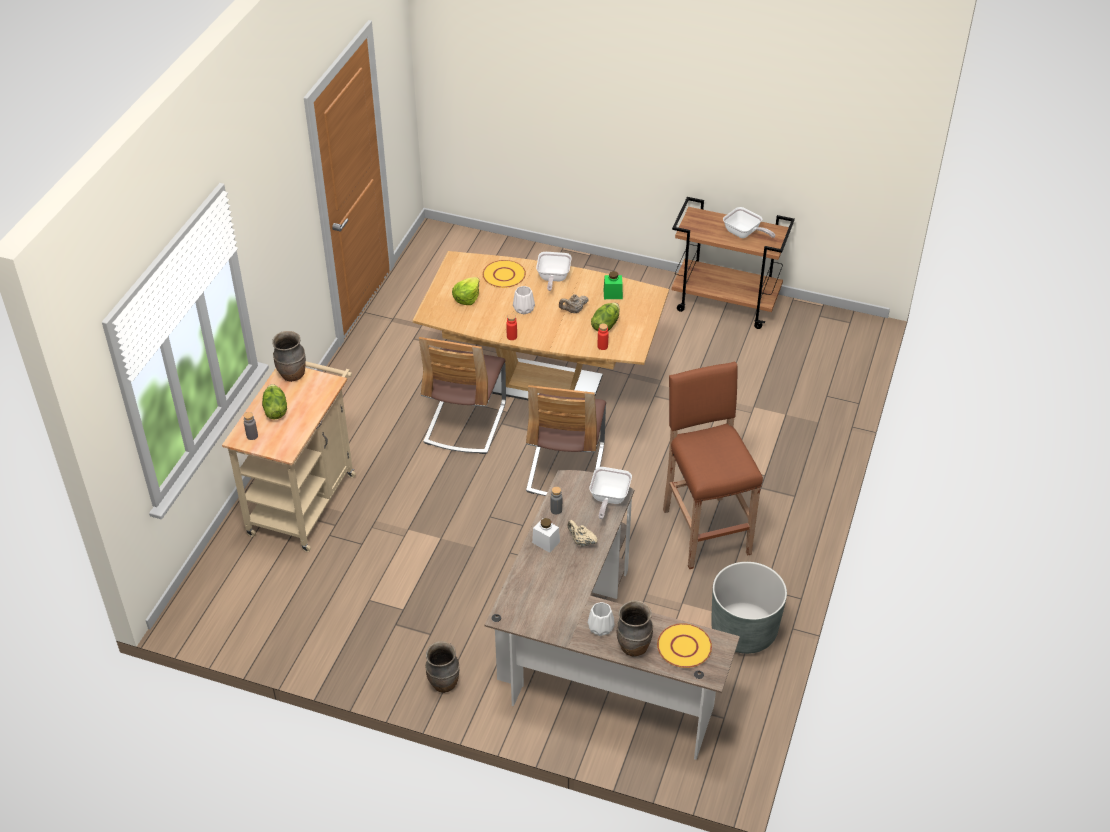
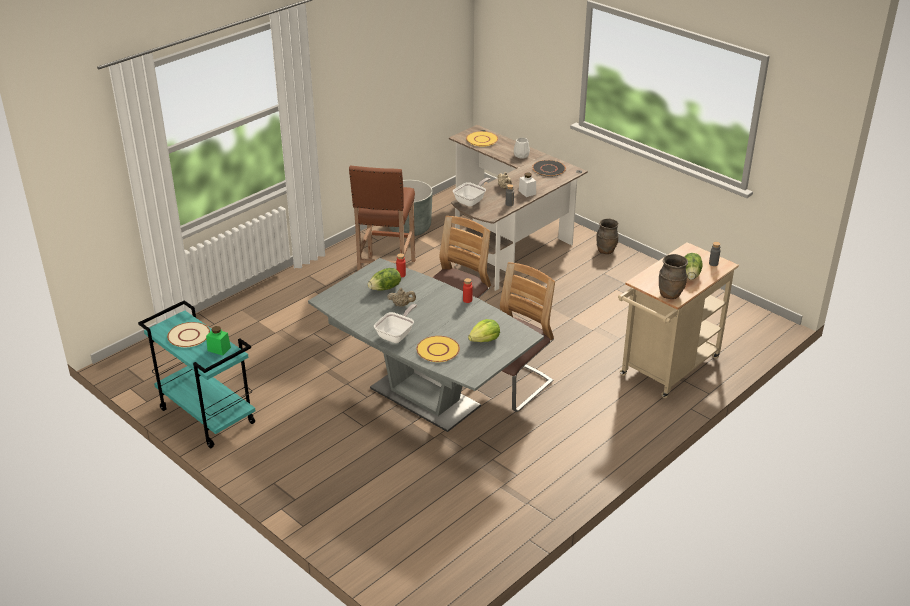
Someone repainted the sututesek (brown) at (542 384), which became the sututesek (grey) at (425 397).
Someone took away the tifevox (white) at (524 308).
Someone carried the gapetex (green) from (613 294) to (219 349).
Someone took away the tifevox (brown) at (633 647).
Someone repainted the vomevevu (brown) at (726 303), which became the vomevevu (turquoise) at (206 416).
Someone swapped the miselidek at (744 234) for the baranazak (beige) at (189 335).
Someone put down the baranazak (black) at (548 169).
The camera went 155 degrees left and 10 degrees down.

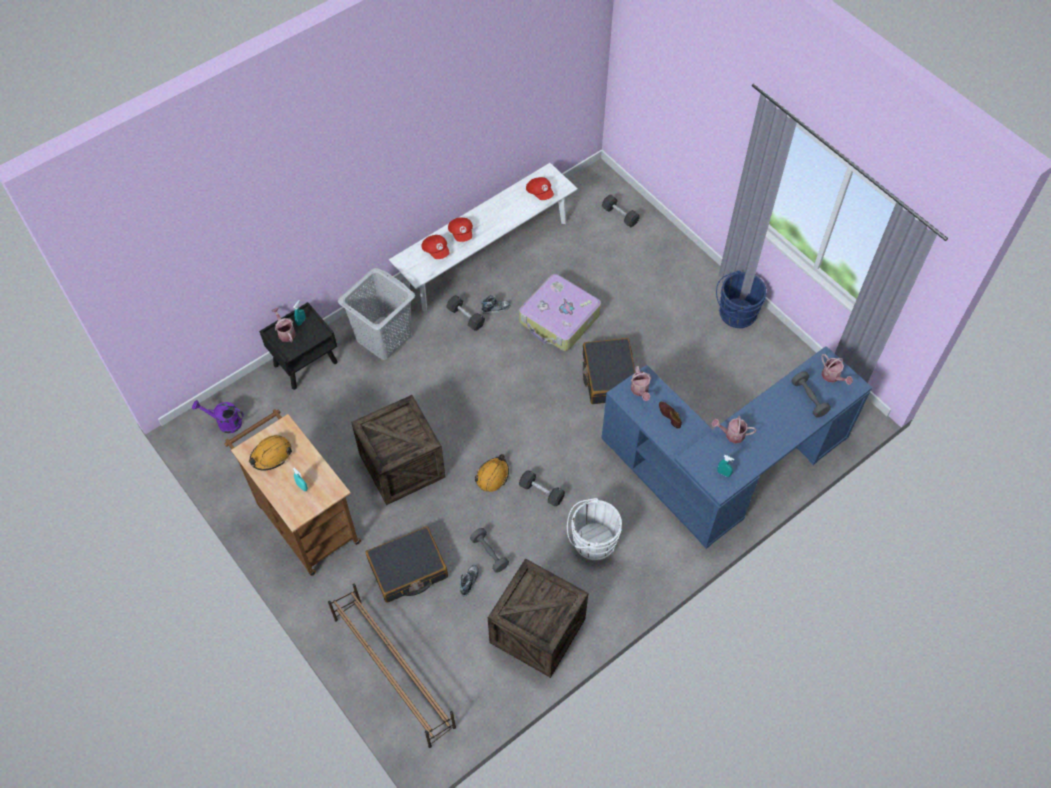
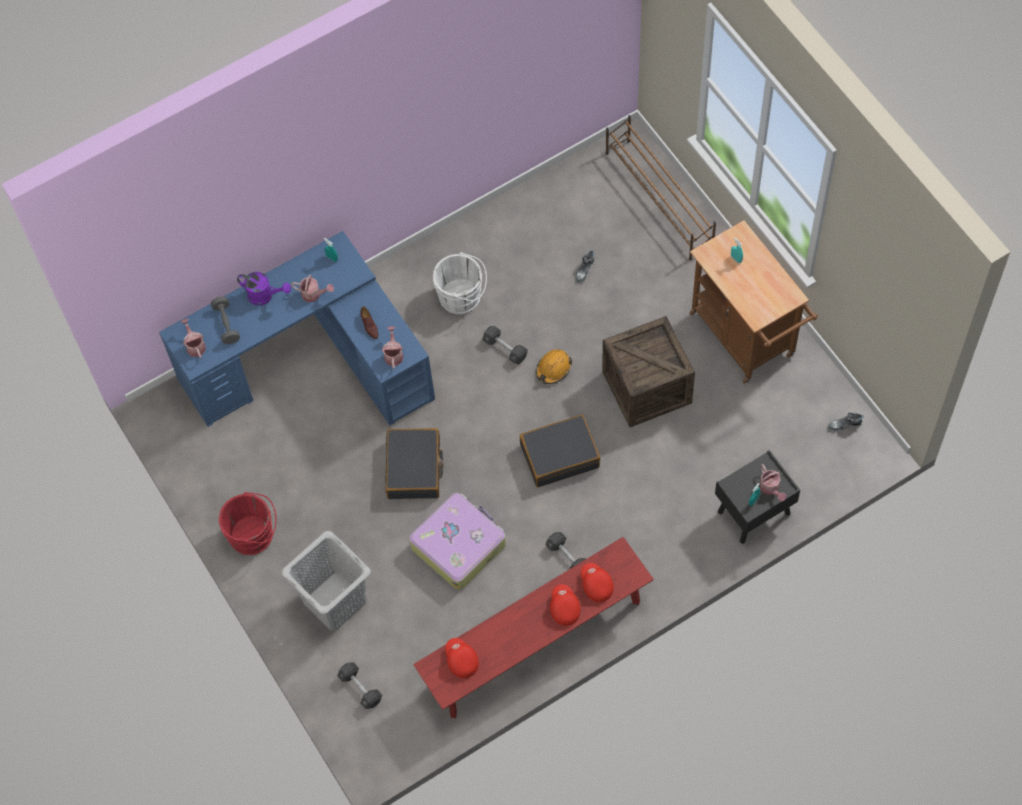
Someone carried the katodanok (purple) from (225 423) to (265 296).
Someone took away the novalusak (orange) at (271 455).
Someone carried the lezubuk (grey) from (384 338) to (334 601).
Someone carried the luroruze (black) from (408 569) to (559 455).
Someone repainted the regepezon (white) at (486 255), which became the regepezon (red) at (535 643).
Someone took away the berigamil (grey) at (489 553).
Someone carried the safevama from (496 308) to (844 425).
Someone took away the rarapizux at (537 630).
Someone repainted the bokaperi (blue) at (735 313), which became the bokaperi (red) at (254 535).
The camera went 170 degrees left and 5 degrees up.

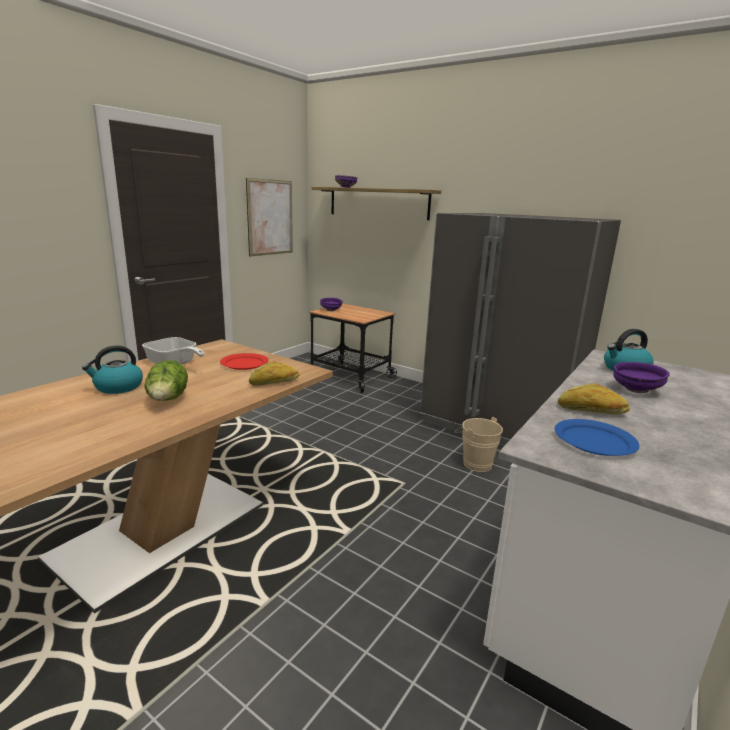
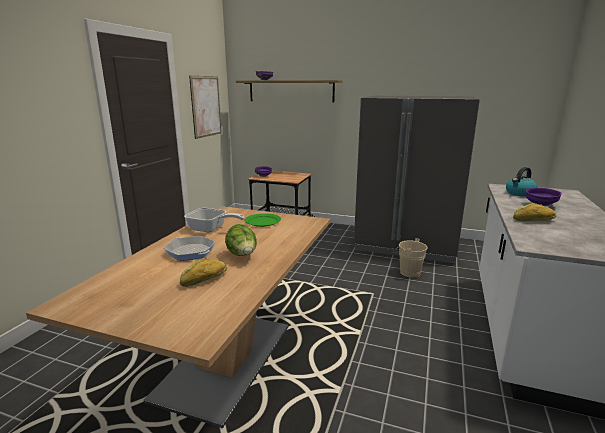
Someone swapped the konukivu at (118 387) for the miselidek at (190 252).
Someone repainted the baranazak (red) at (245 363), which became the baranazak (green) at (263 221).
Someone carried the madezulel from (274 382) to (204 279).
Someone took away the baranazak (blue) at (594 440).
The camera went 15 degrees left and 0 degrees up.

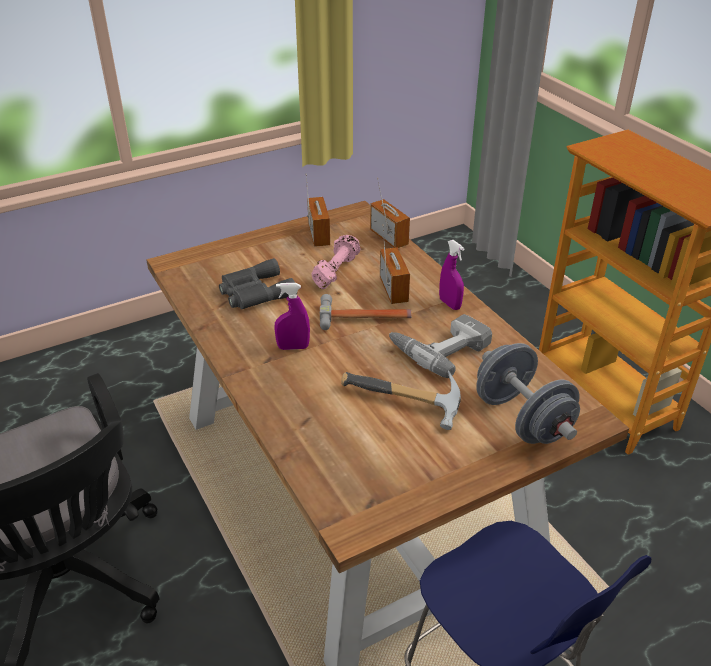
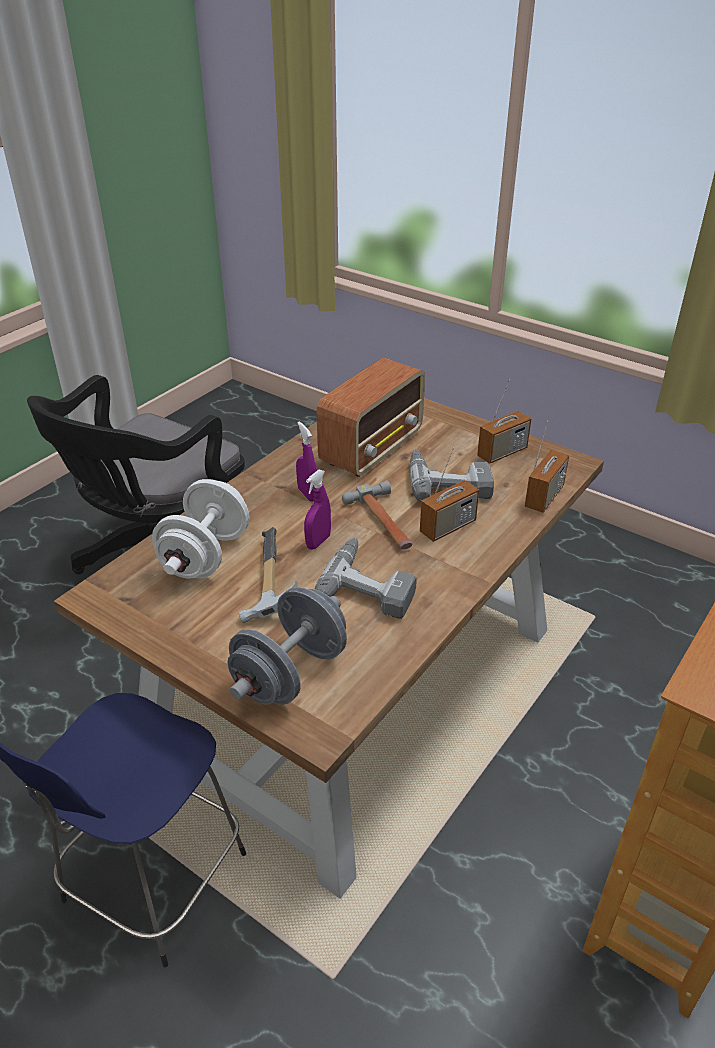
Someone swapped the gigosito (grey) at (254 292) for the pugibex at (373 448).
Someone swapped the berigamil (pink) at (335 271) for the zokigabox at (448 481).
Someone carried the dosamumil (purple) from (450 304) to (318 542).
Someone put down the berigamil (white) at (205 555).
The camera went 65 degrees right and 0 degrees up.

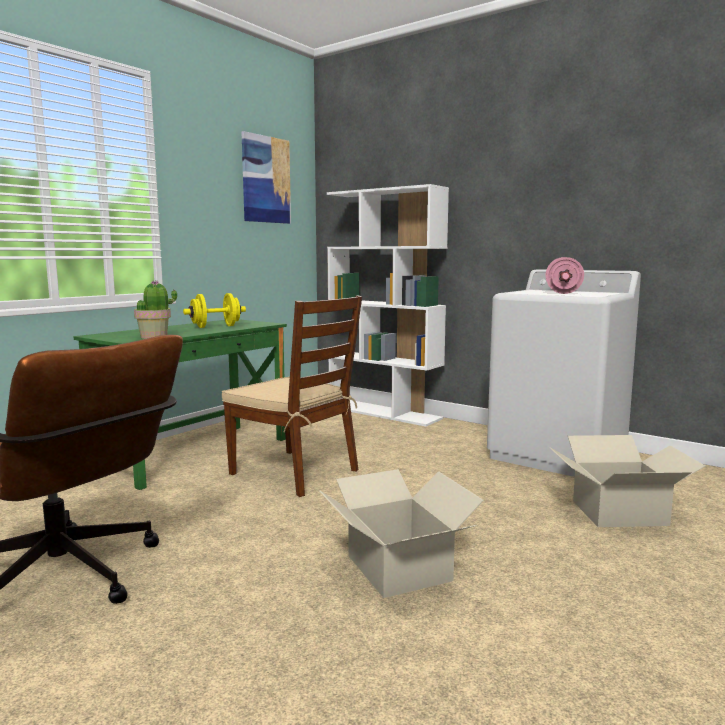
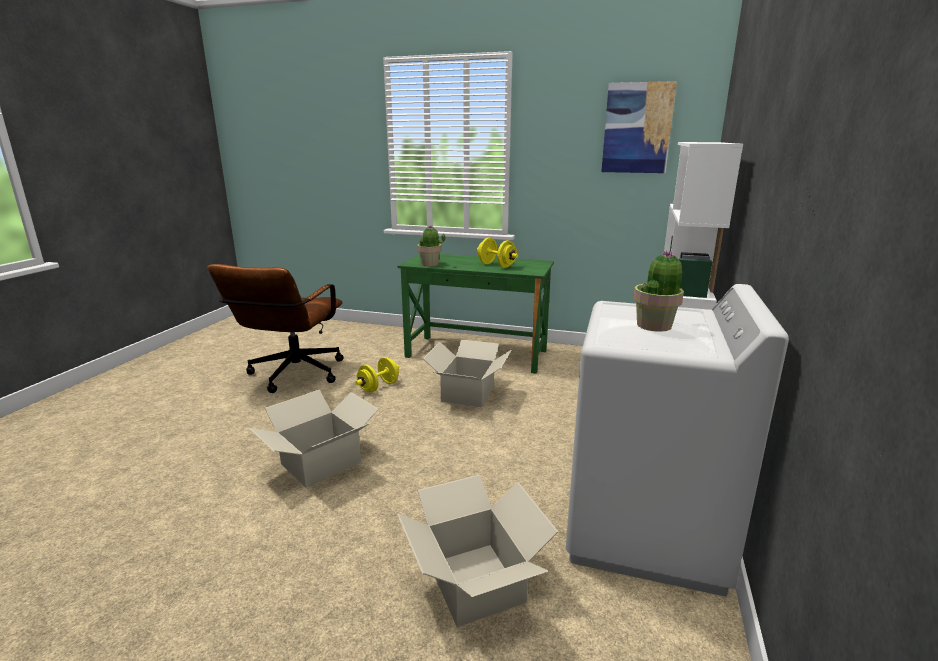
Someone swapped the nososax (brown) at (295 472) for the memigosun at (467 393).
Someone swapped the berigamil (pink) at (563 292) for the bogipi at (655 325).
Someone put down the berigamil (yellow) at (378 387).
The camera went 70 degrees right and 10 degrees up.

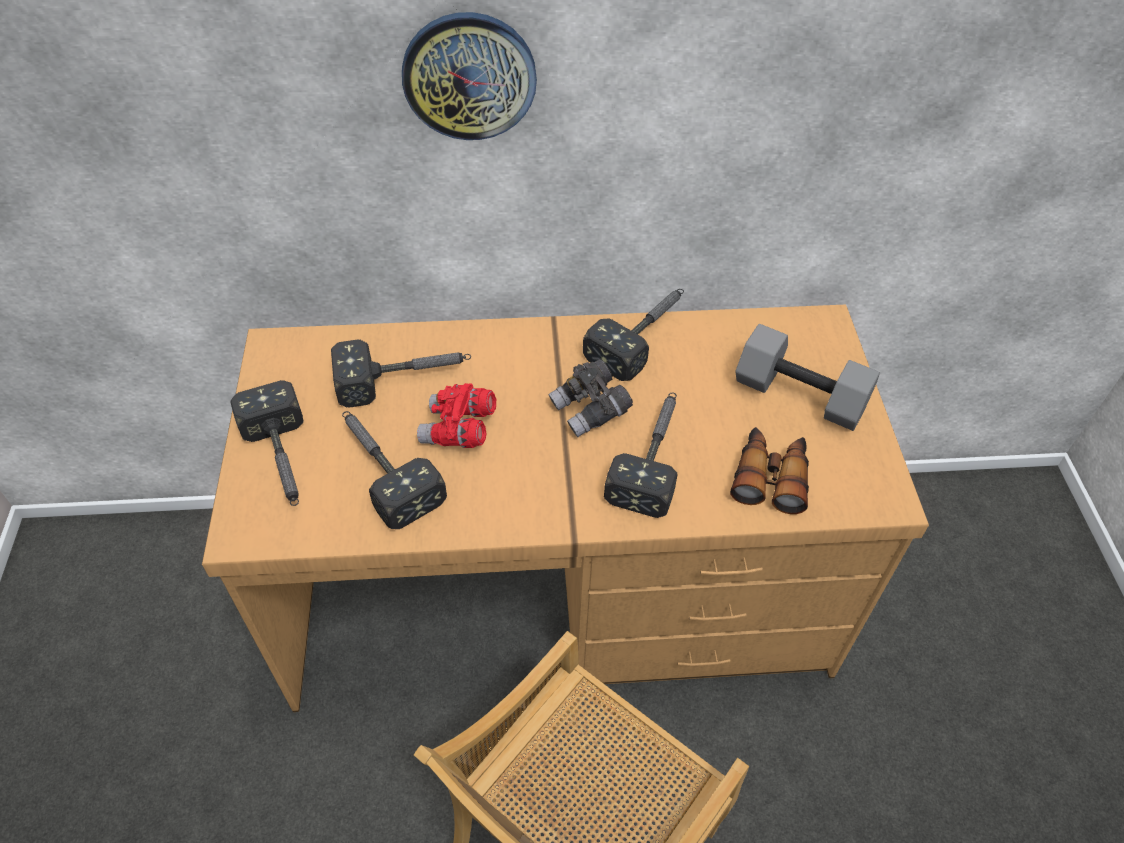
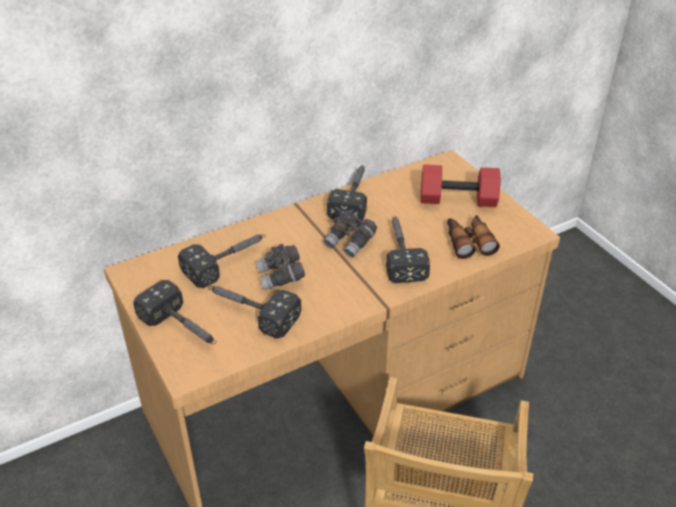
Someone took away the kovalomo at (469 76).
Someone repainted the gigosito (red) at (459 430), which became the gigosito (grey) at (281 277).
Someone repainted the berigamil (grey) at (797 396), which became the berigamil (red) at (457 200).
The camera went 25 degrees left and 10 degrees down.

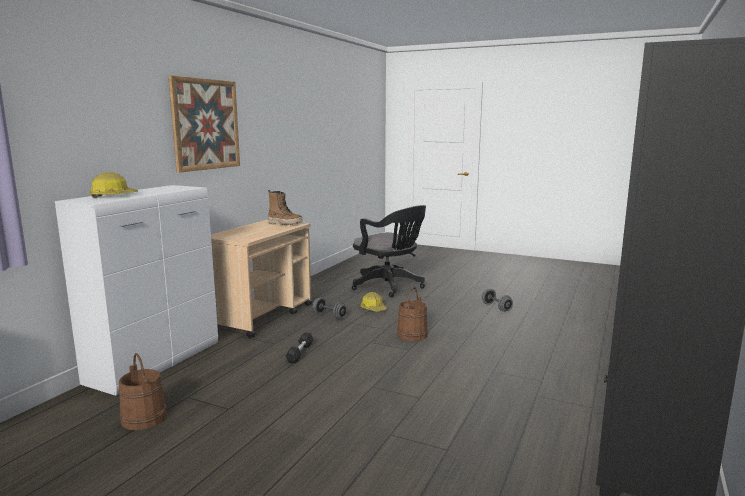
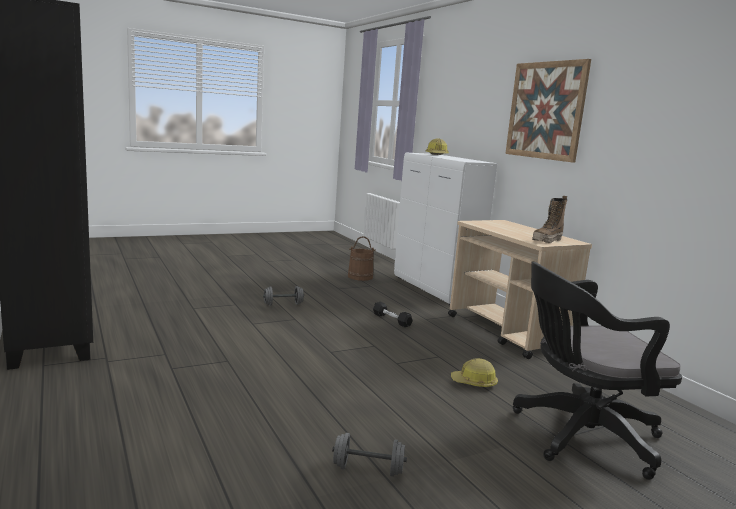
Someone carried the berigamil (grey) from (329 316) to (283 304).
Someone took away the bokaperi (brown) at (412 335).
The camera went 125 degrees right and 0 degrees up.

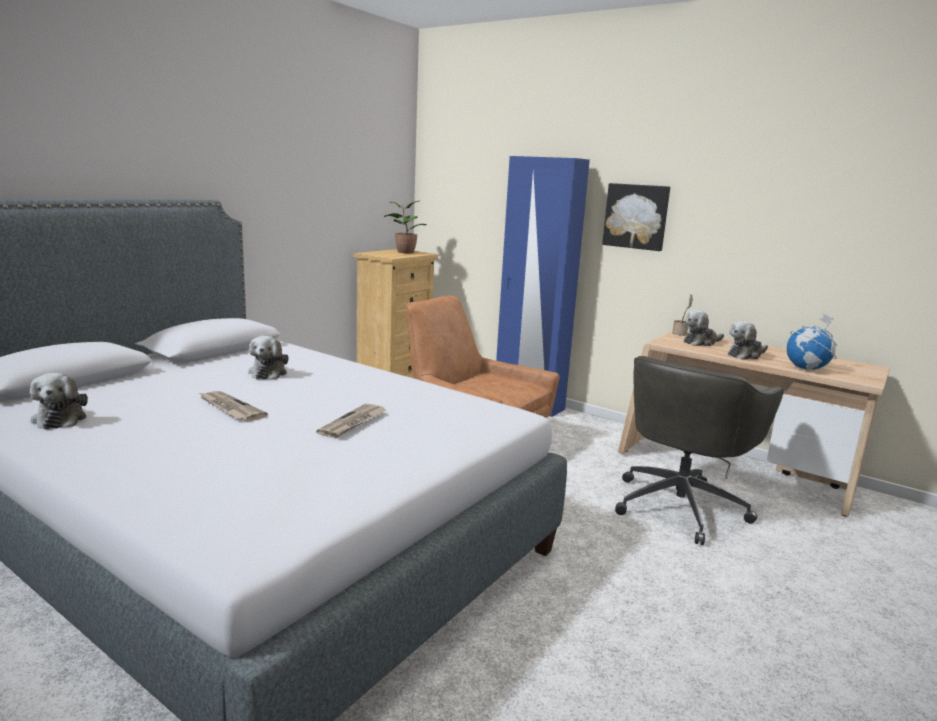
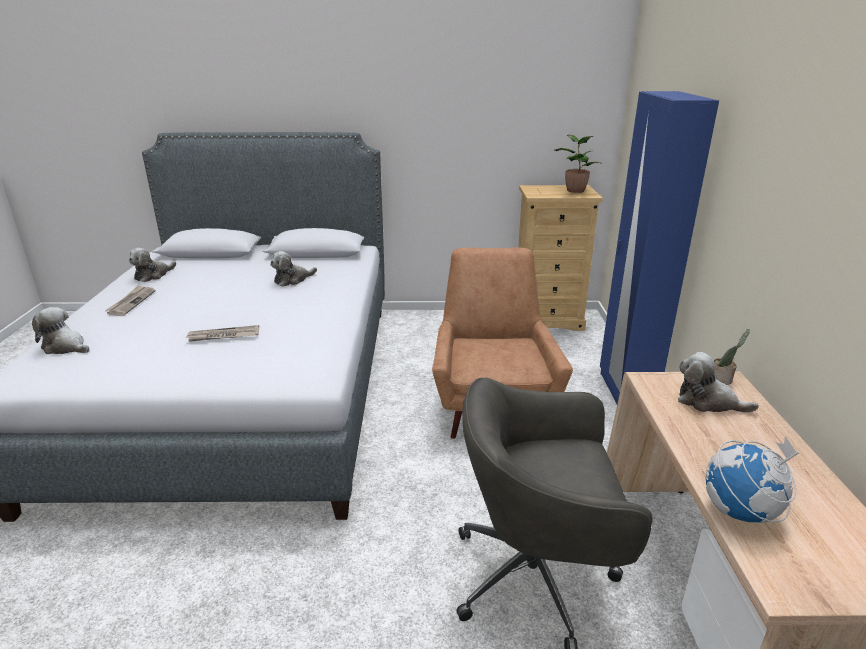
Someone carried the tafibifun from (230 408) to (131 302).
Someone took away the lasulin at (636 216).
Someone carried the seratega from (745 355) to (66 347).
The camera went 55 degrees right and 10 degrees up.

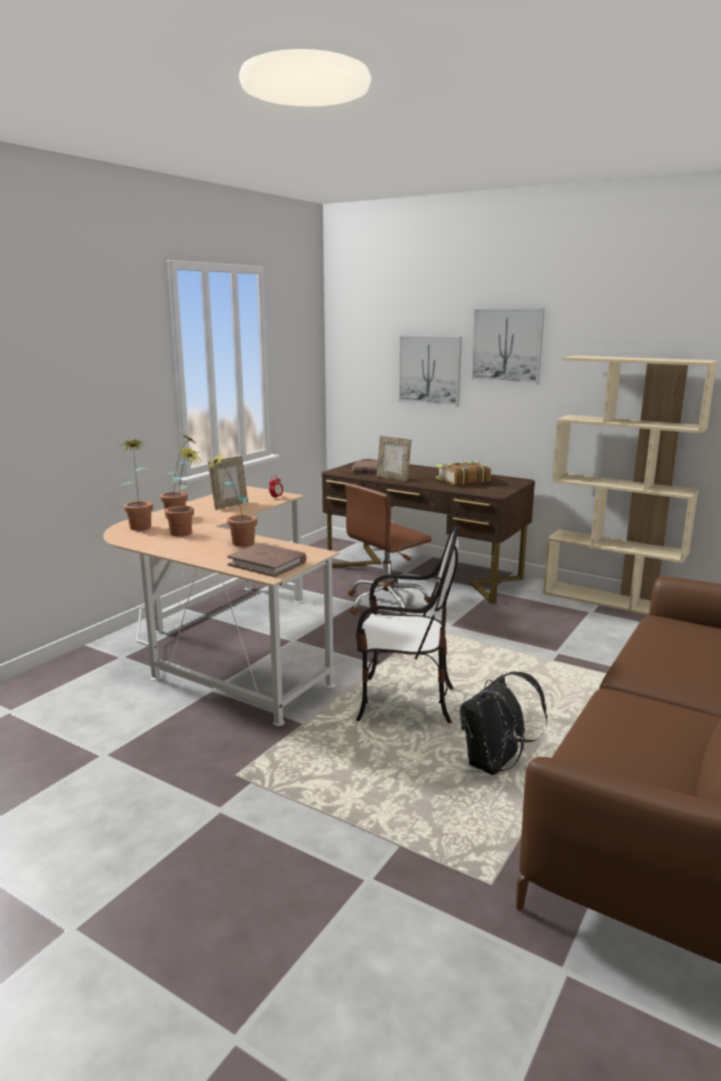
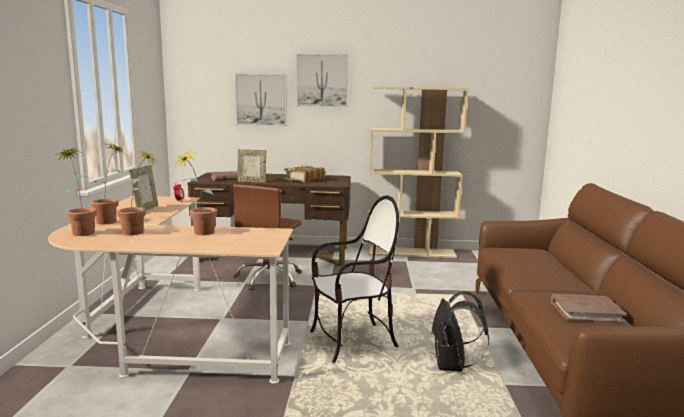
Someone carried the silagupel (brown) from (267 563) to (586 311).
The camera went 30 degrees left and 5 degrees down.

